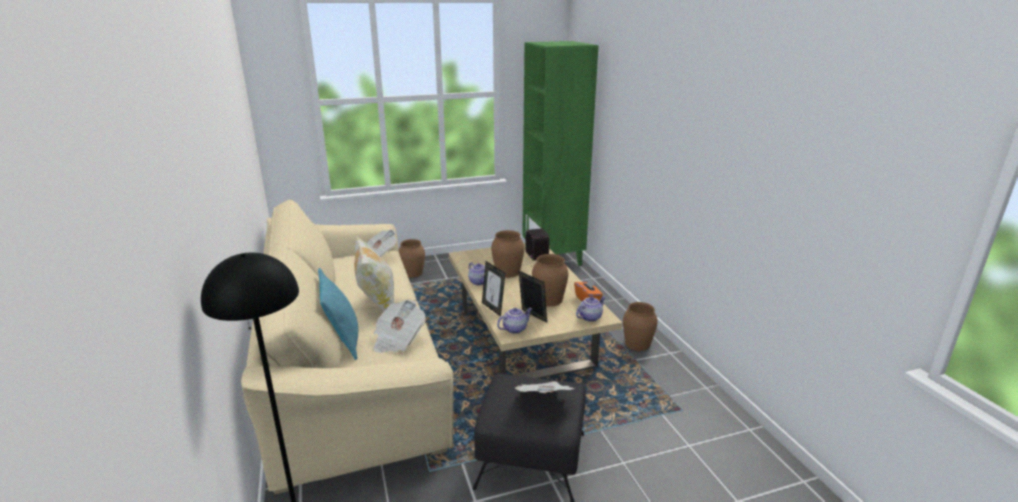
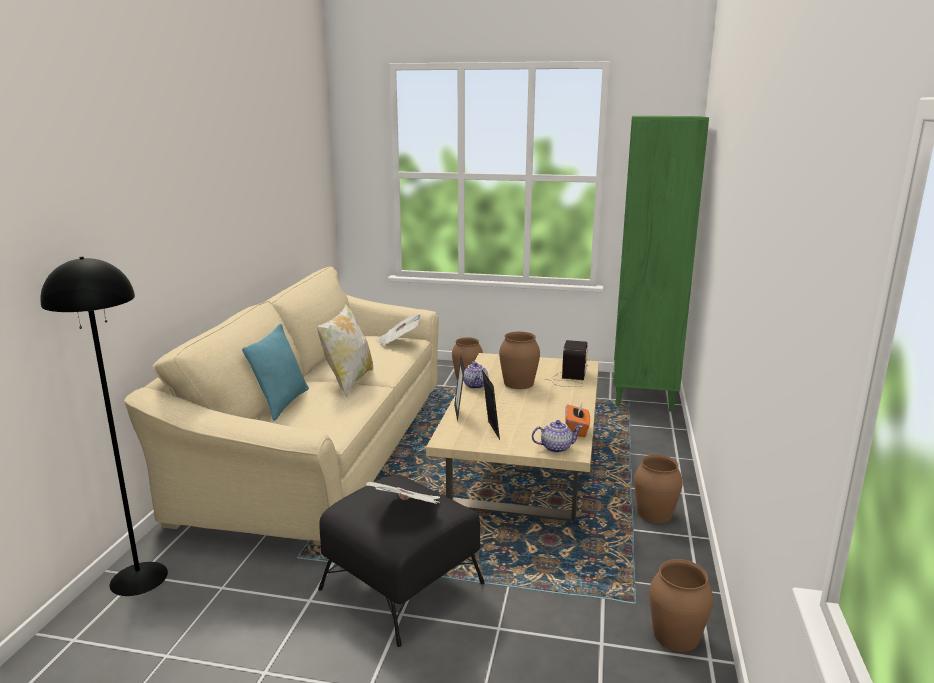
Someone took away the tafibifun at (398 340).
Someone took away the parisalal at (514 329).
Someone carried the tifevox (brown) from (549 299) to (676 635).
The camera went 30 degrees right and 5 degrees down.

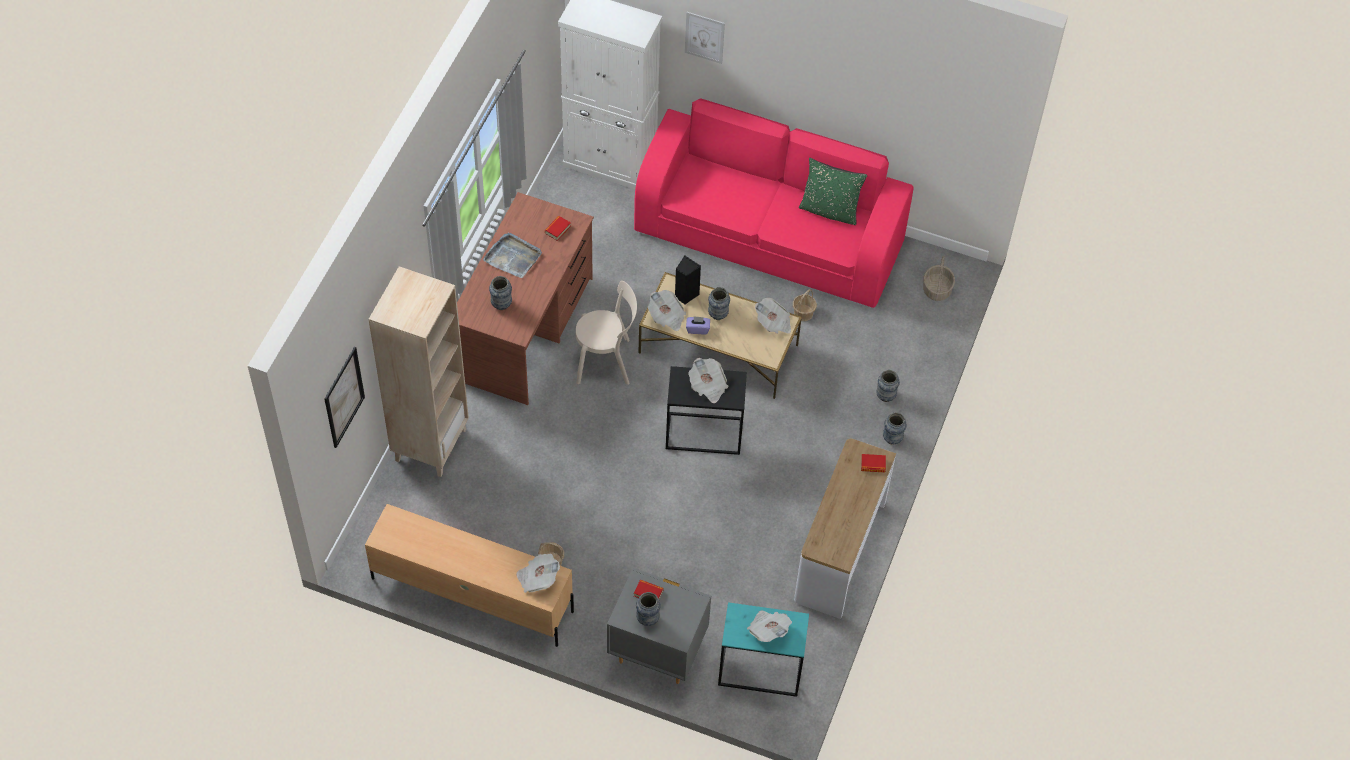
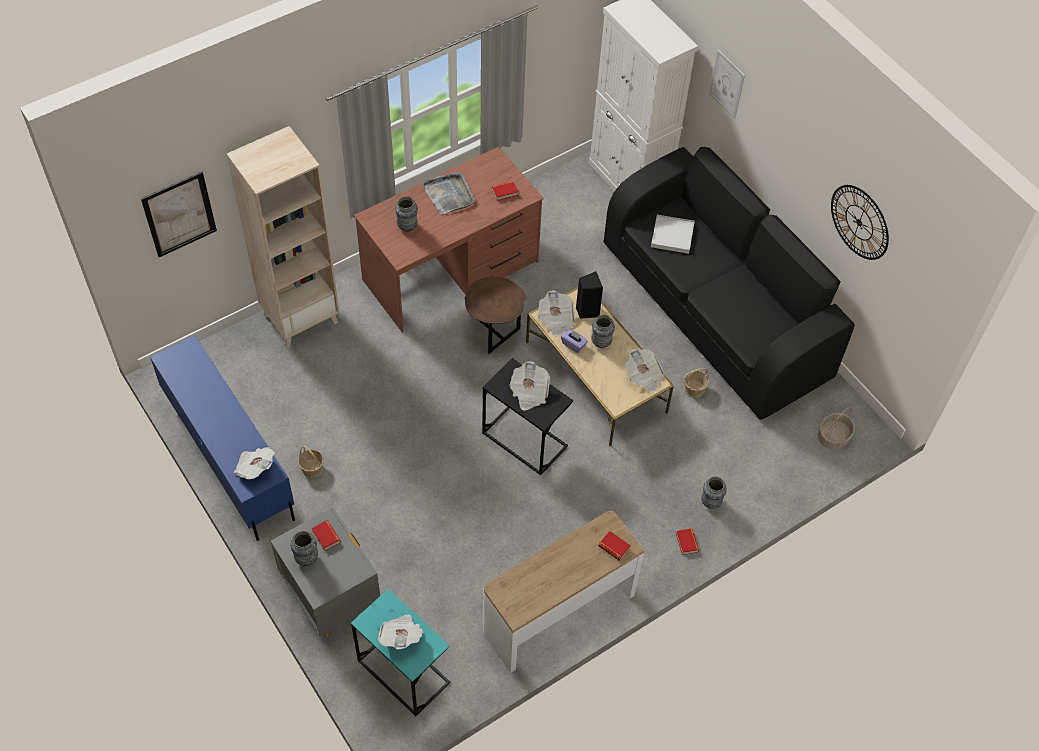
Someone repainted the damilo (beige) at (471 594), which became the damilo (blue) at (229 455).
Someone swapped the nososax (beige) at (606 361) for the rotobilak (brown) at (494 334).
Someone repainted the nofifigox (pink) at (769 237), which became the nofifigox (black) at (715 310).
Someone took away the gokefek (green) at (829 210).
Someone swapped the tifevox at (892 439) for the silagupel at (687 543).
Someone put down the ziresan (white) at (672 236).
Someone put up the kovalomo at (859 222).
The camera went 35 degrees right and 0 degrees up.

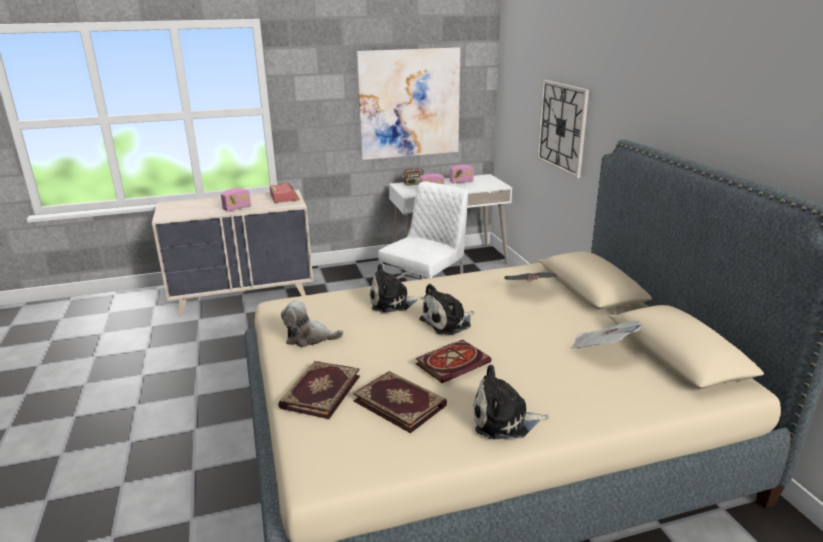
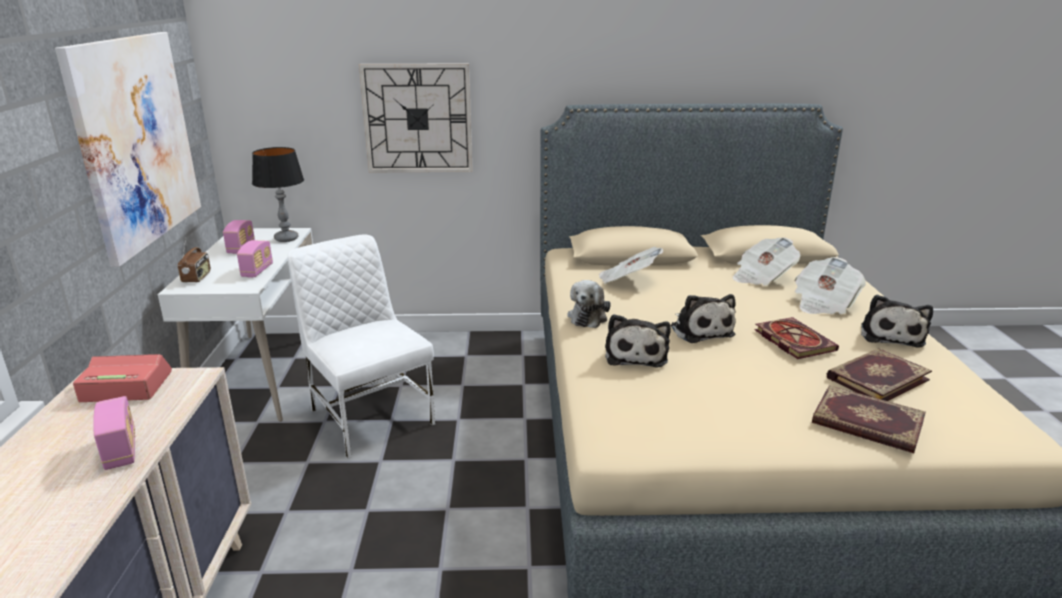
Someone carried the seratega from (309 338) to (588 317).
Someone put down the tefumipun at (286 238).
Someone put down the tafibifun at (823 303).
The camera went 75 degrees left and 0 degrees up.

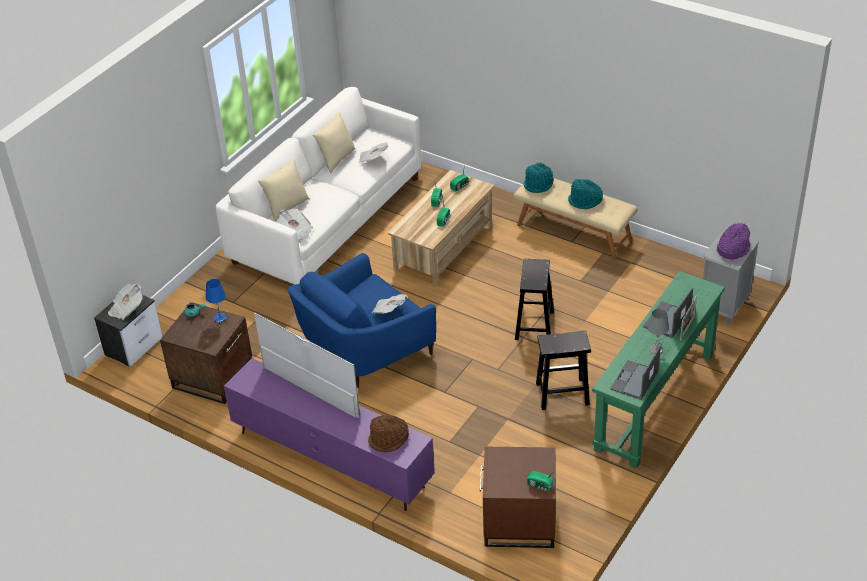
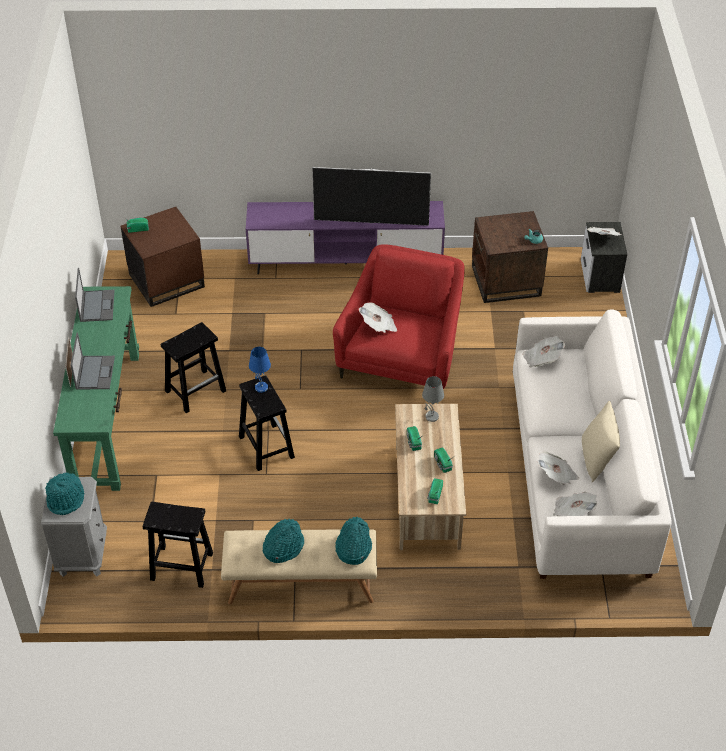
Someone carried the tefumipun (blue) from (220 318) to (261 387).
Someone took away the gokefek (beige) at (286 208).
Someone repainted the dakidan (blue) at (364 351), which became the dakidan (red) at (403 355).
Someone took away the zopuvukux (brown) at (388 439).
Someone carried the tefumipun (grey) from (656 350) to (431 417).
Someone repainted the zopuvukux (purple) at (732 249), which became the zopuvukux (turquoise) at (66 499).
Someone put down the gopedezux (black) at (180 566).
Someone put down the tafibifun at (572 512).
The camera went 145 degrees right and 5 degrees up.

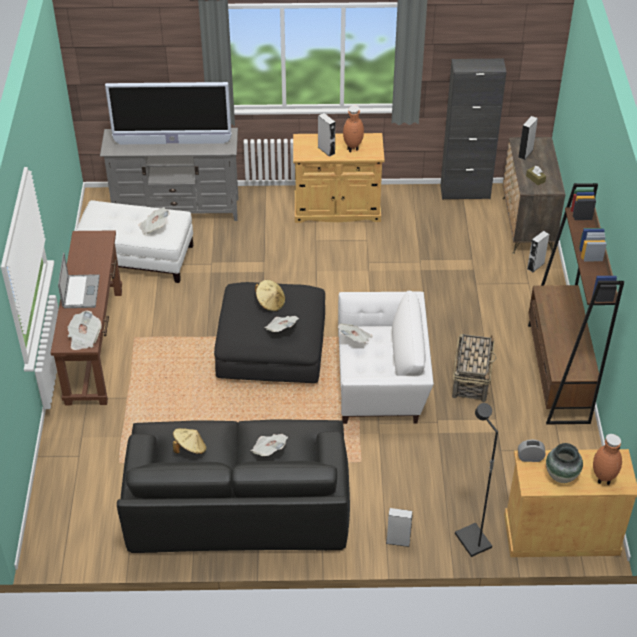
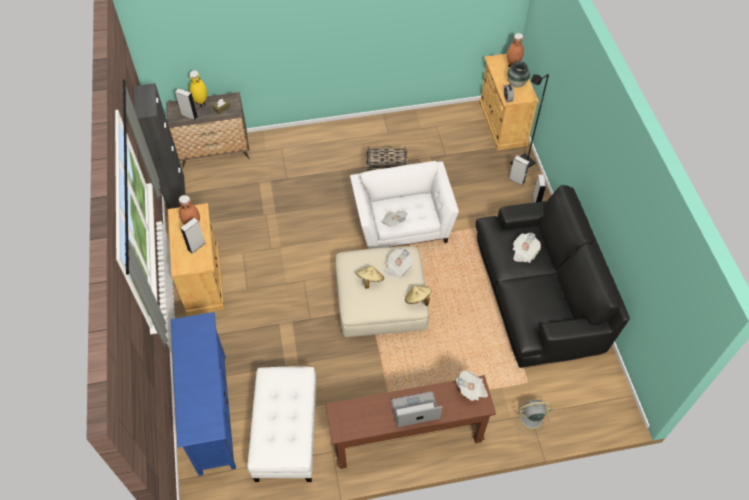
Someone repainted the damilo (grey) at (177 209), which became the damilo (blue) at (212 413).
Someone took away the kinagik at (172 143).
Someone took away the tafibifun at (154 227).
Someone carried the zopuvukux (beige) from (190 448) to (417 299).
Someone repainted the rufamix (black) at (272 347), which became the rufamix (beige) at (381 300).
Someone carried the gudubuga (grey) from (535 266) to (516 180).
Someone took away the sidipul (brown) at (558 373).
Someone put down the tifevox (yellow) at (201 103).
Someone put down the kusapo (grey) at (530 418).
The camera went 100 degrees left and 10 degrees up.

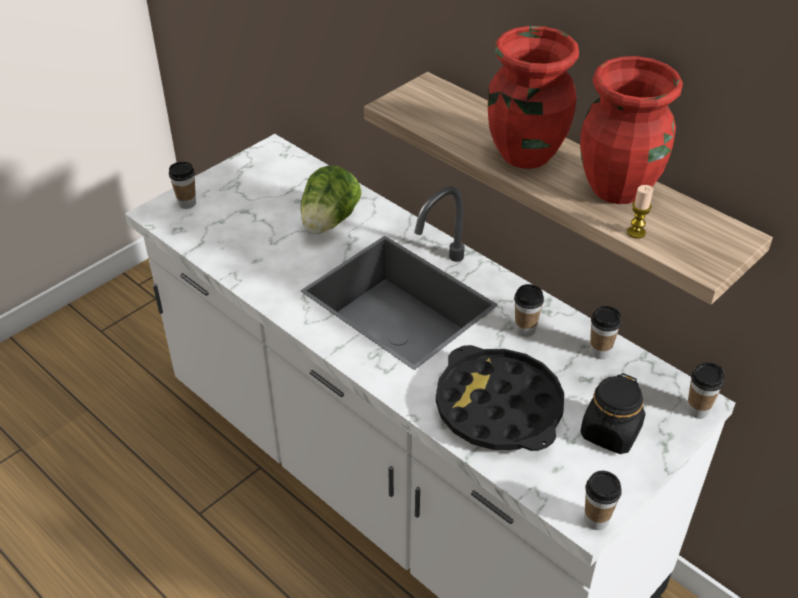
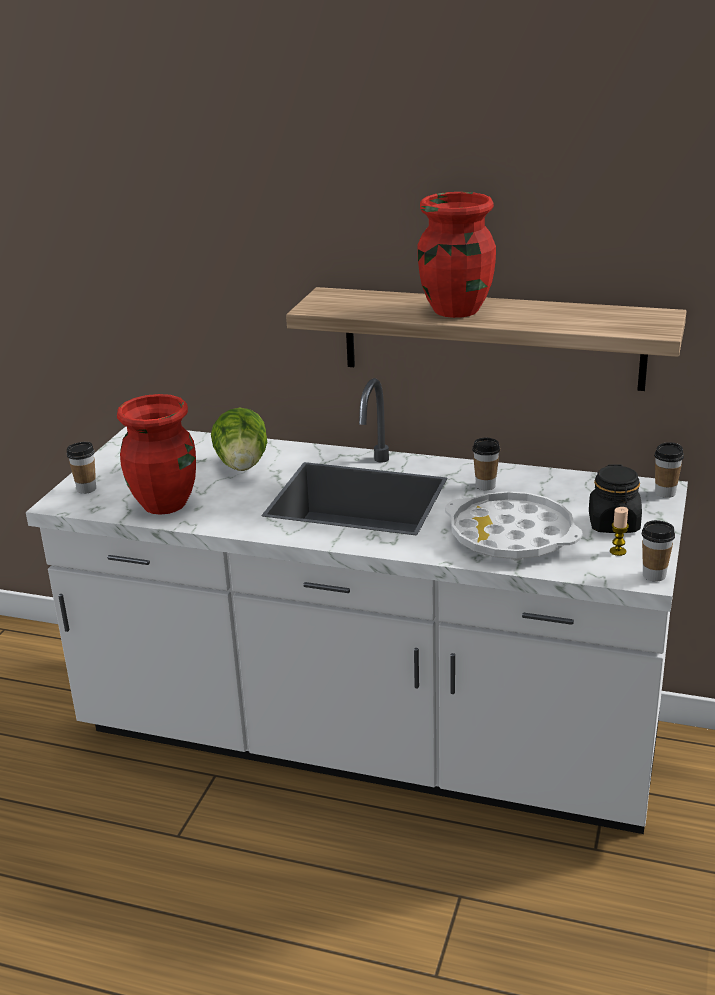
Someone repainted the ziresan (black) at (498 407), which became the ziresan (white) at (511 536).
Someone carried the tifevox (red) from (618 188) to (165 504).
Someone took away the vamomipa at (600 351).
Someone carried the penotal from (636 232) to (618 551).
The camera went 25 degrees left and 15 degrees down.

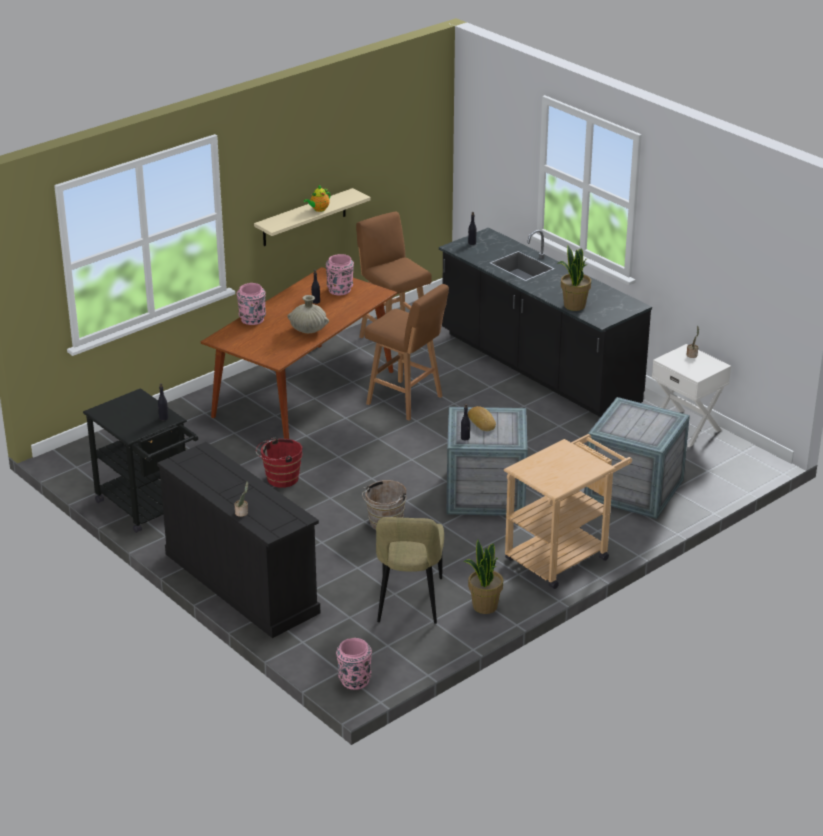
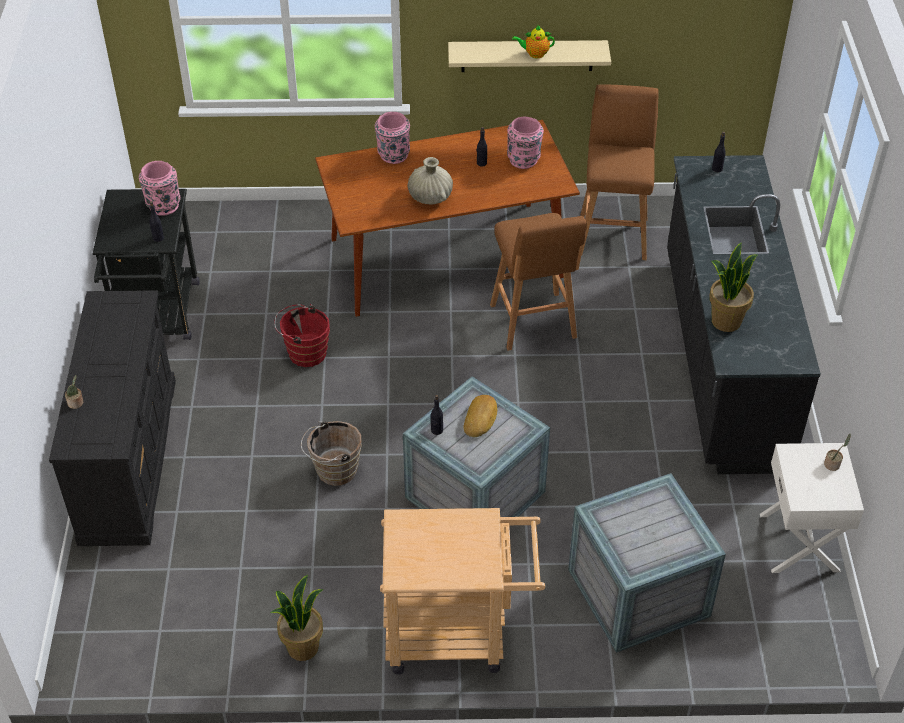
Someone carried the tifevox (pink) from (354 681) to (163 206).
Someone took away the nososax (beige) at (409 603).
The camera went 40 degrees right and 15 degrees up.

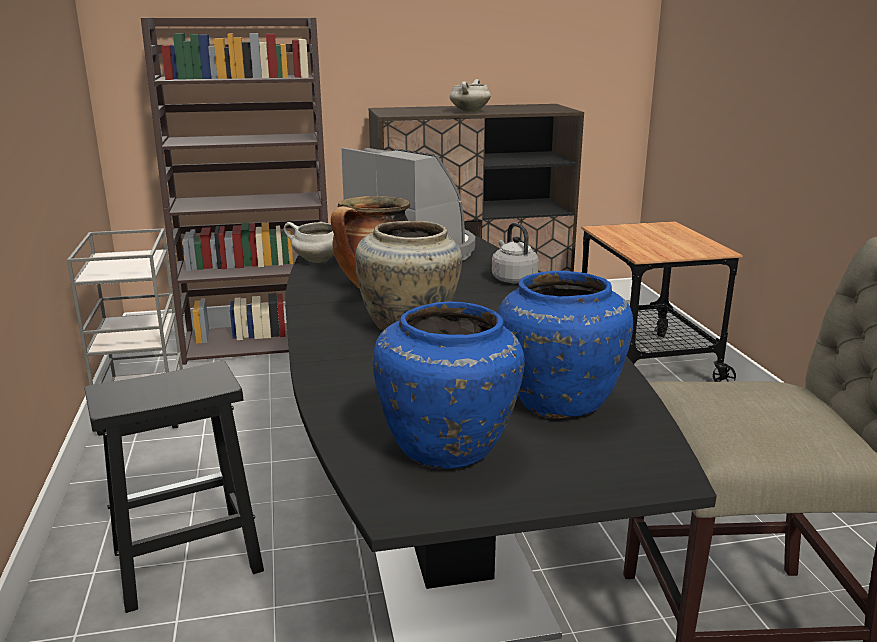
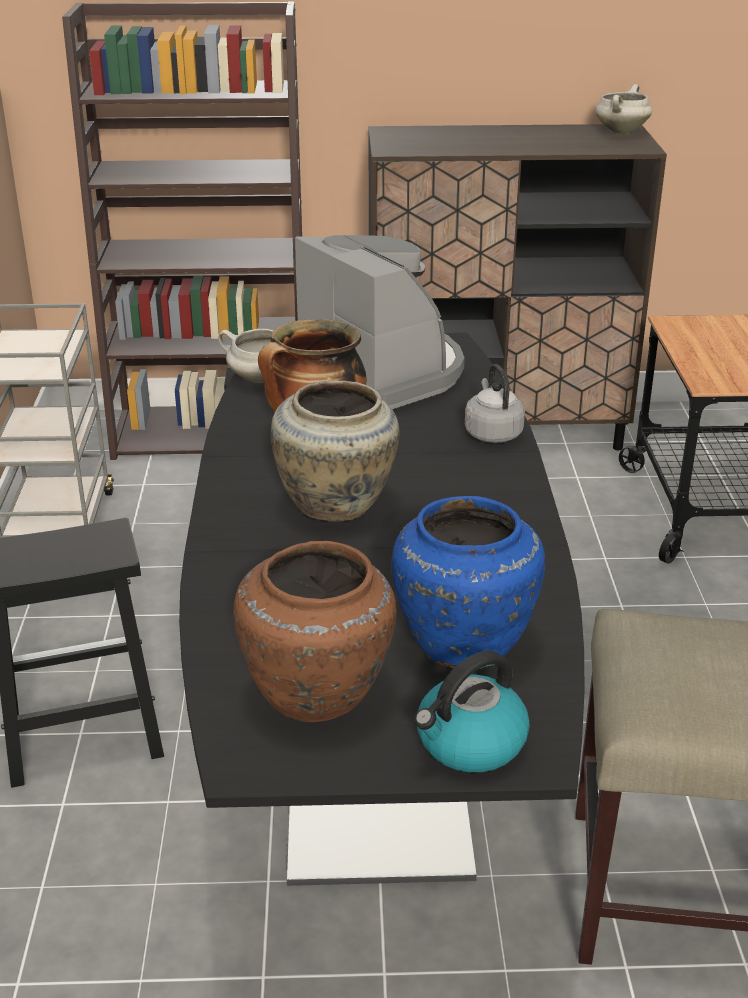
Someone repainted the tifevox (blue) at (449 448), which became the tifevox (brown) at (319 693).
Someone carried the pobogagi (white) from (469 111) to (621 131).
Someone put down the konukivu at (470 743).
The camera went 10 degrees right and 10 degrees up.

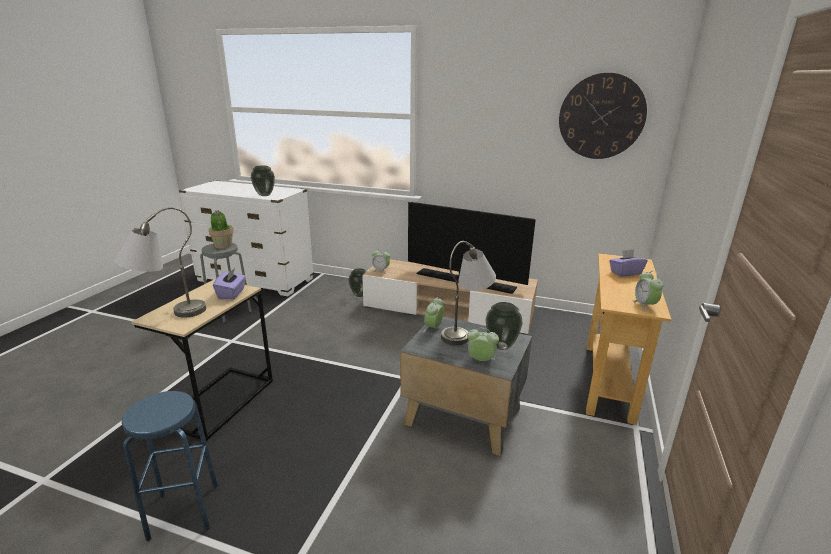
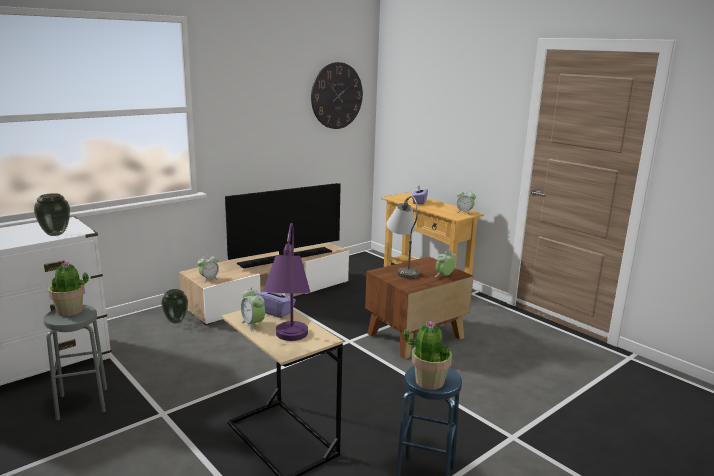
Someone repainted the tefumipun (grey) at (167 314), which became the tefumipun (purple) at (288 344).
Someone repainted the rotobilak (grey) at (462 415), which became the rotobilak (brown) at (414 336).
Someone carried the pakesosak from (433 328) to (253 324).
Someone took away the tifevox at (501 346).
Someone put down the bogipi at (429 381).
The camera went 60 degrees left and 5 degrees down.

